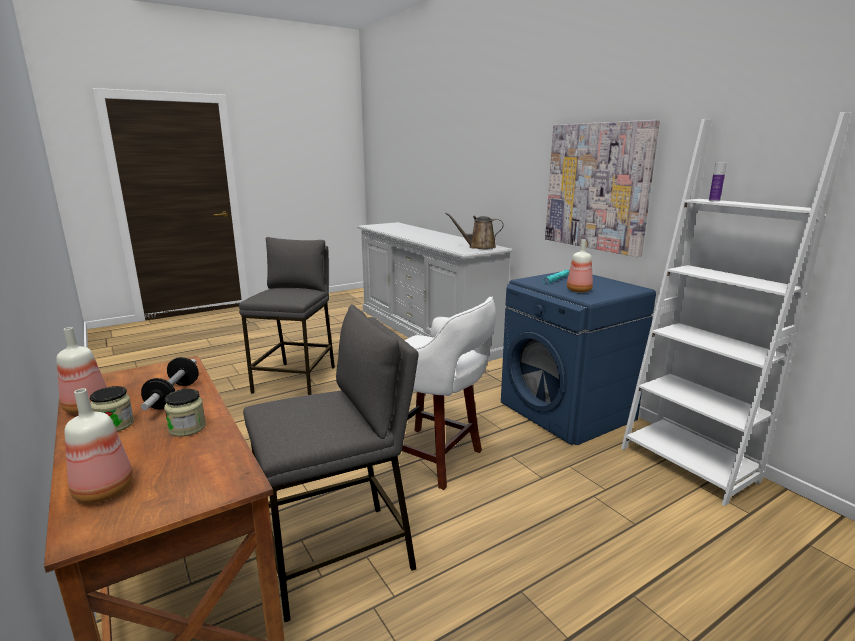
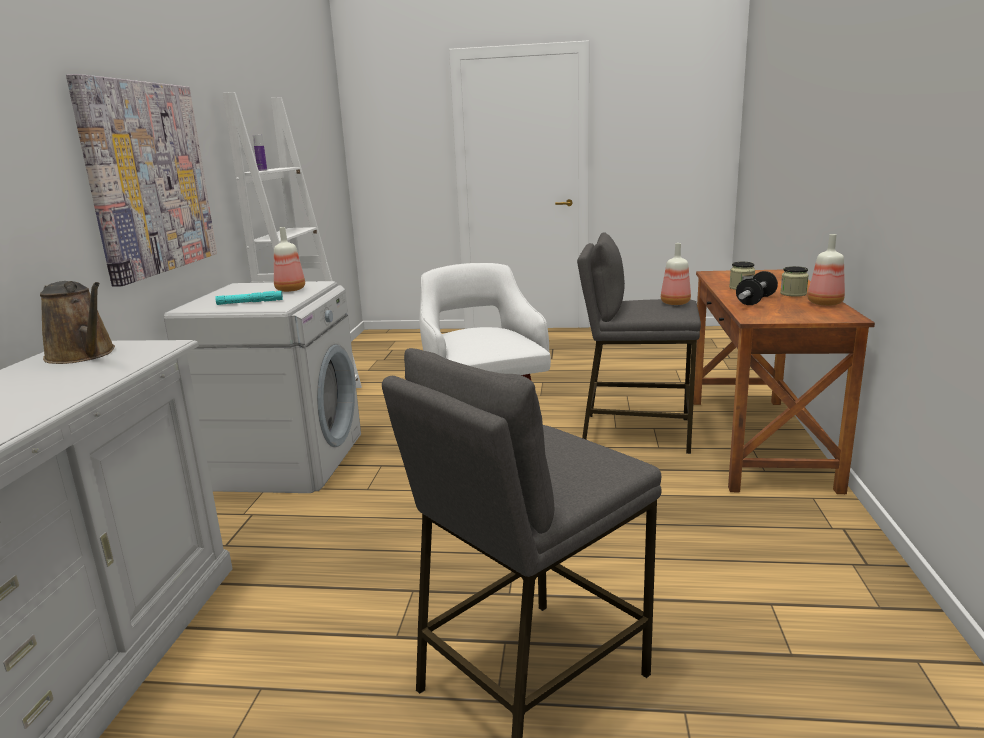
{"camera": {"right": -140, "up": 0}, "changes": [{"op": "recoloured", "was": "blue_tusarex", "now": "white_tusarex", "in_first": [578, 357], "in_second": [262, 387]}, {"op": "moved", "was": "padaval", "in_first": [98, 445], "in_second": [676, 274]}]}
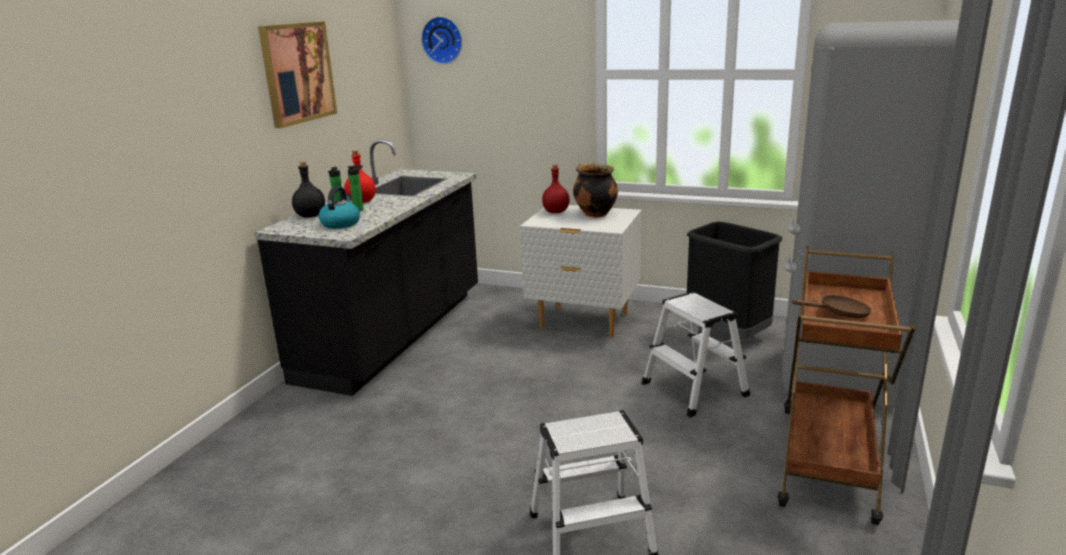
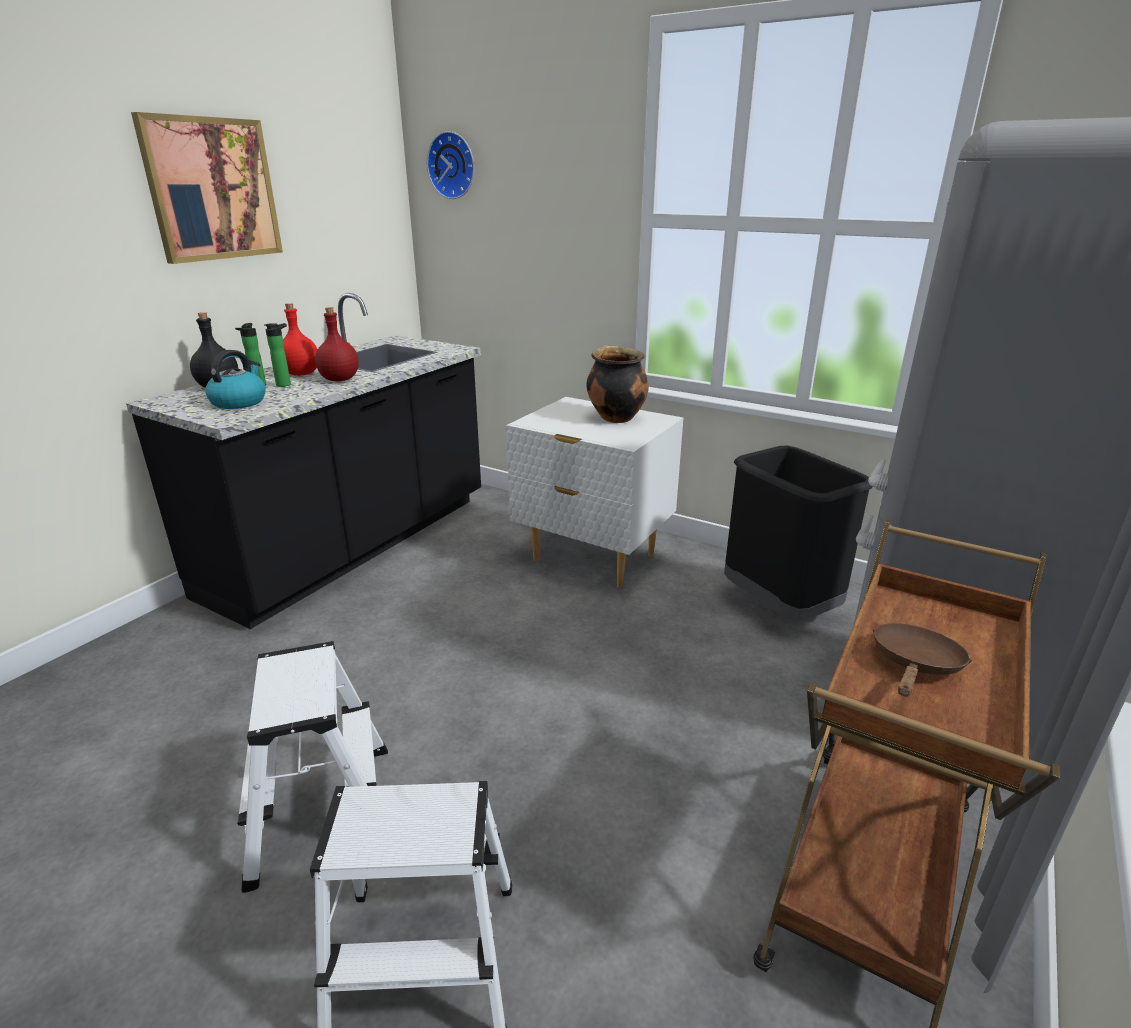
{"camera": {"right": 10, "up": 5}, "changes": [{"op": "moved", "was": "red_padaval", "in_first": [556, 188], "in_second": [337, 344]}, {"op": "moved", "was": "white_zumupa", "in_first": [696, 354], "in_second": [312, 767]}, {"op": "turned", "was": "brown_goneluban", "in_first": [831, 306], "in_second": [922, 660], "clockwise": -60}]}
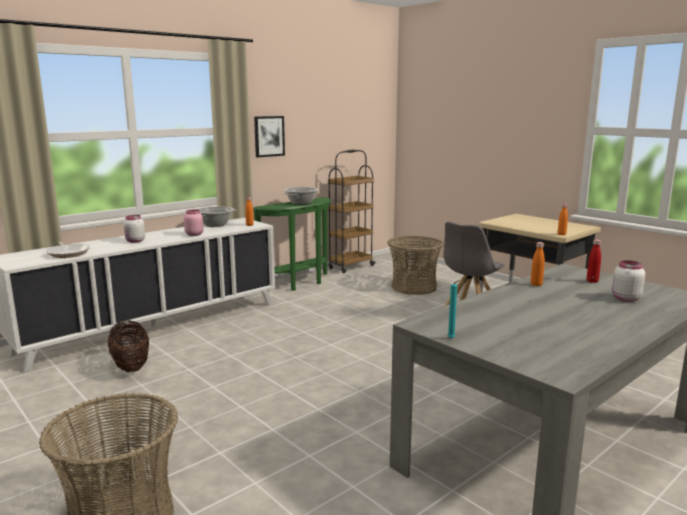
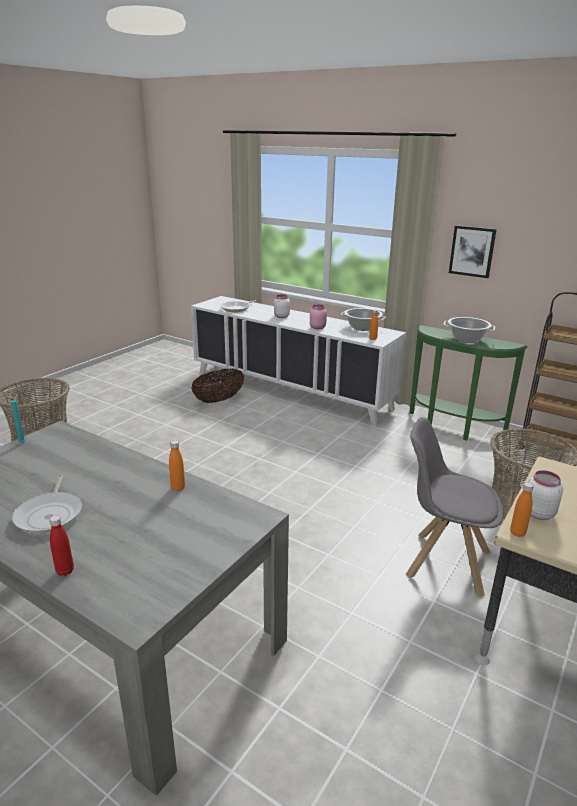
{"camera": {"right": 75, "up": 10}, "changes": [{"op": "moved", "was": "red_padaval", "in_first": [594, 261], "in_second": [61, 545]}, {"op": "moved", "was": "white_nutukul", "in_first": [628, 281], "in_second": [545, 495]}, {"op": "added", "now": "goneluban", "in_second": [47, 504]}]}
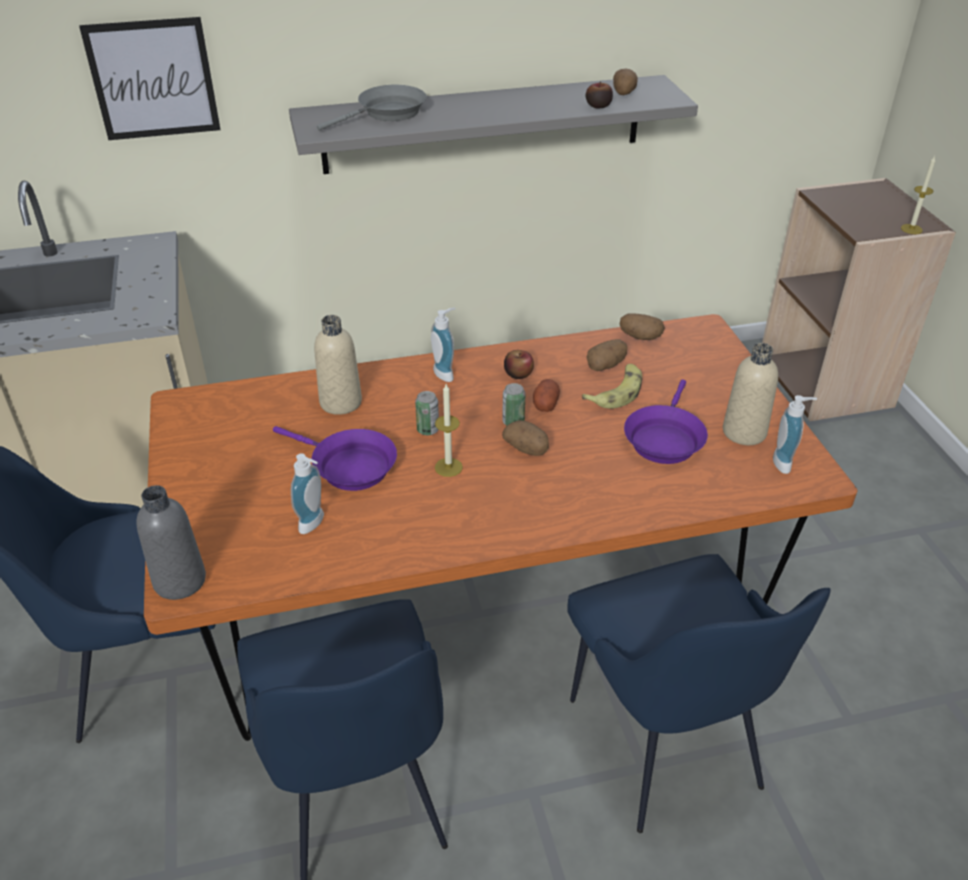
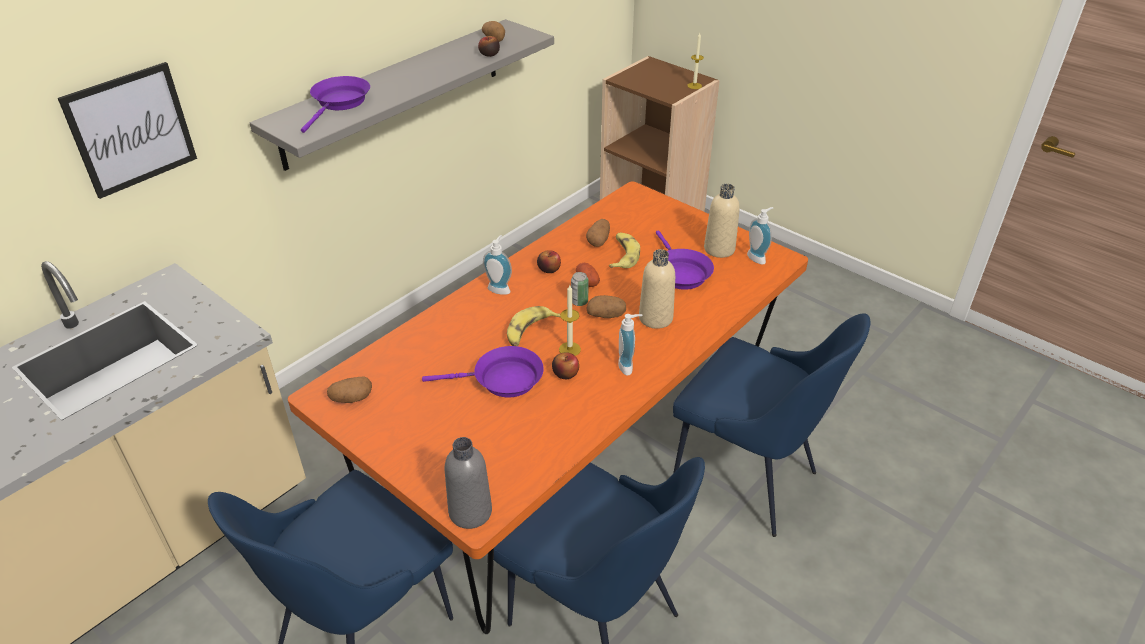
{"camera": {"right": -35, "up": 0}, "changes": [{"op": "recoloured", "was": "grey_goneluban", "now": "purple_goneluban", "in_first": [372, 108], "in_second": [335, 104]}, {"op": "moved", "was": "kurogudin", "in_first": [642, 326], "in_second": [349, 389]}, {"op": "moved", "was": "beige_padaval", "in_first": [338, 365], "in_second": [657, 289]}, {"op": "replaced", "was": "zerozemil", "now": "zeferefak", "in_first": [427, 413], "in_second": [533, 326]}, {"op": "moved", "was": "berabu", "in_first": [307, 493], "in_second": [630, 344]}, {"op": "added", "now": "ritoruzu", "in_second": [565, 365]}]}
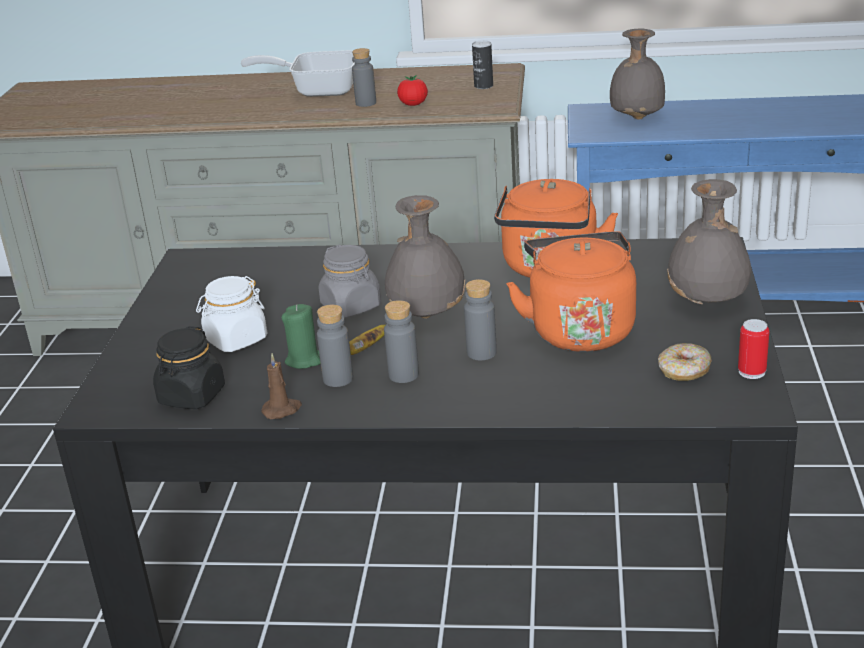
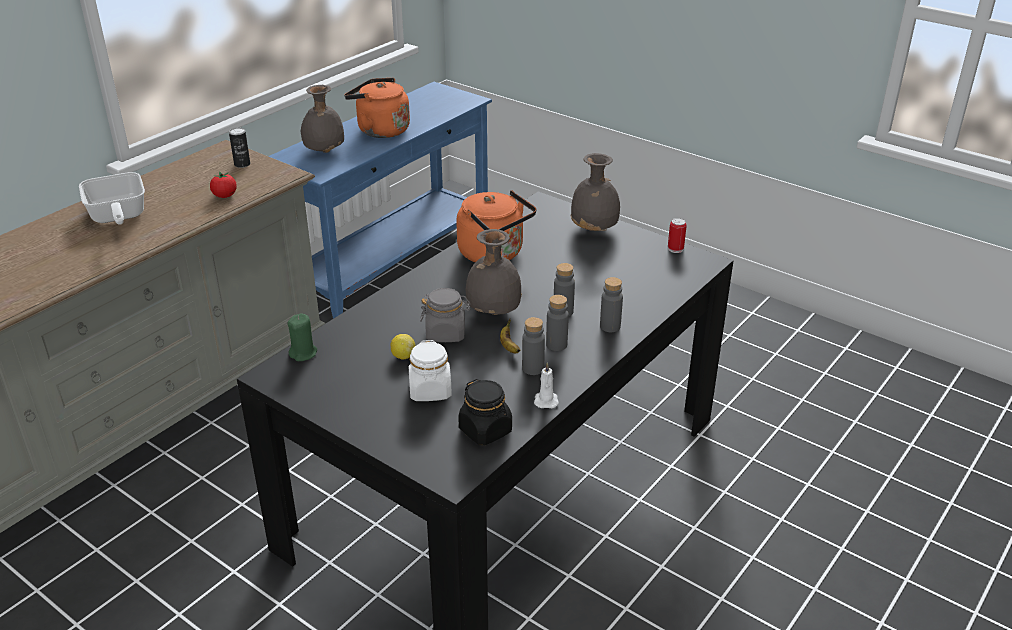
{"camera": {"right": -60, "up": 5}, "changes": [{"op": "moved", "was": "grey_padaval", "in_first": [364, 77], "in_second": [611, 304]}, {"op": "turned", "was": "goneluban", "in_first": [298, 73], "in_second": [112, 198], "clockwise": -60}, {"op": "moved", "was": "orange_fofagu", "in_first": [571, 291], "in_second": [377, 108]}, {"op": "moved", "was": "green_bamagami", "in_first": [301, 336], "in_second": [302, 337]}, {"op": "removed", "was": "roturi", "in_first": [685, 362]}, {"op": "recoloured", "was": "brown_bamagami", "now": "white_bamagami", "in_first": [281, 386], "in_second": [546, 385]}, {"op": "added", "now": "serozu", "in_second": [403, 347]}]}
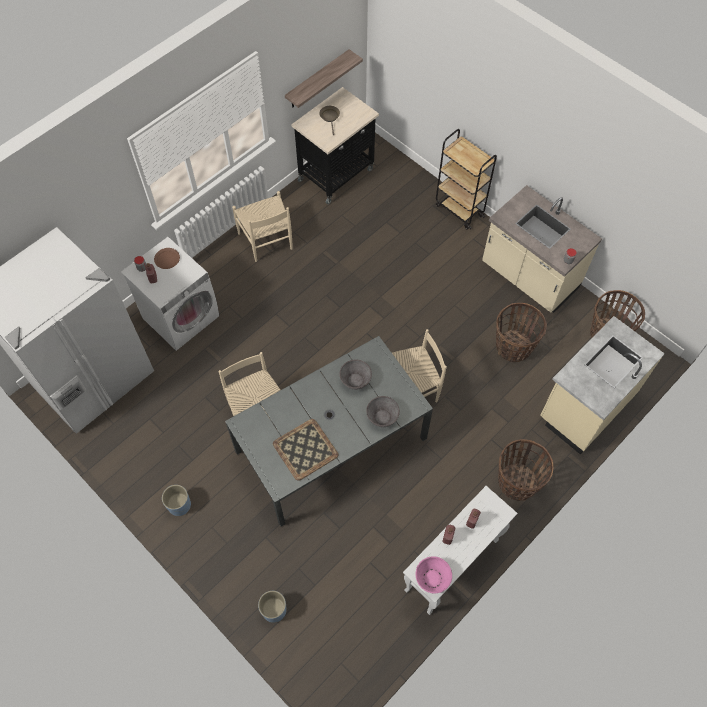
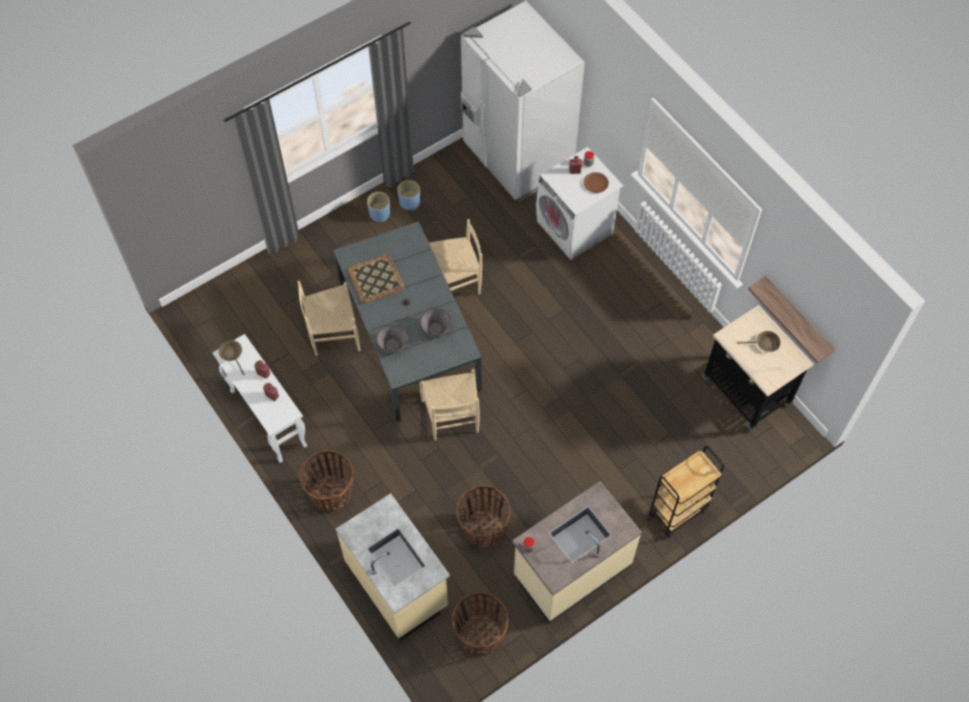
{"camera": {"right": 100, "up": 0}, "changes": [{"op": "moved", "was": "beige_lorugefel", "in_first": [262, 226], "in_second": [329, 318]}, {"op": "replaced", "was": "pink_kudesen", "now": "brown_goneluban", "in_first": [434, 574], "in_second": [232, 357]}, {"op": "moved", "was": "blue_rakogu", "in_first": [272, 607], "in_second": [408, 195]}]}
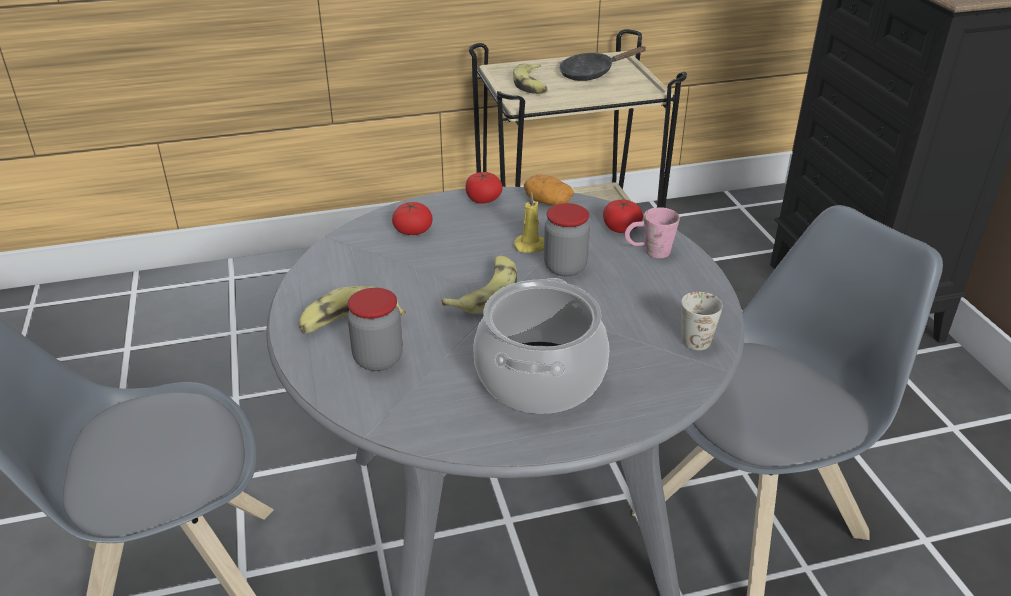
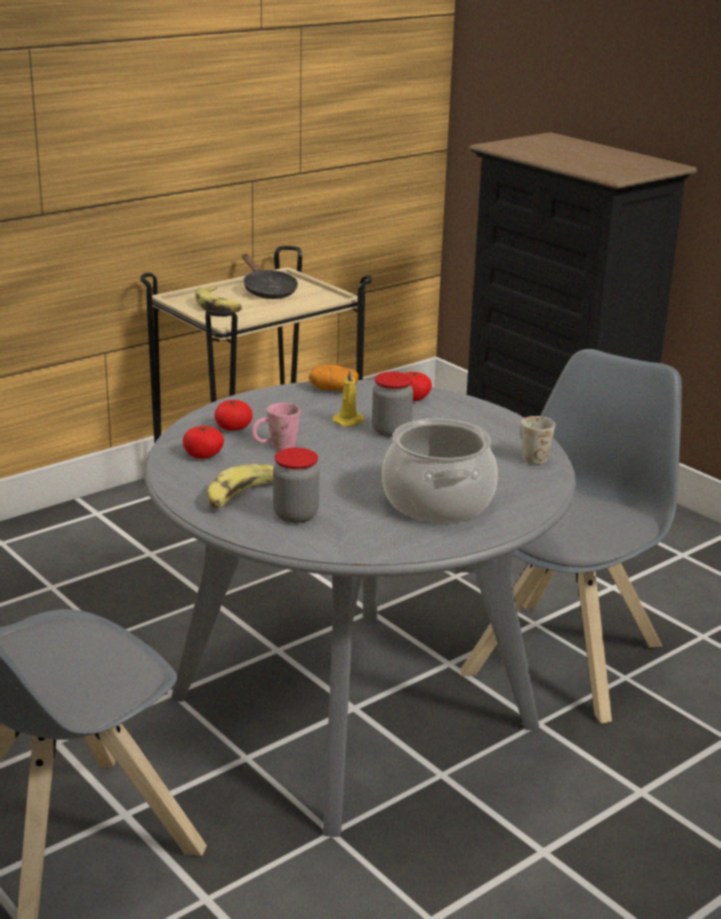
{"camera": {"right": -25, "up": -10}, "changes": [{"op": "turned", "was": "black_goneluban", "in_first": [603, 63], "in_second": [270, 276], "clockwise": -75}, {"op": "moved", "was": "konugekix", "in_first": [484, 187], "in_second": [203, 442]}, {"op": "moved", "was": "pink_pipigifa", "in_first": [652, 232], "in_second": [276, 426]}, {"op": "removed", "was": "zeferefak", "in_first": [479, 284]}]}
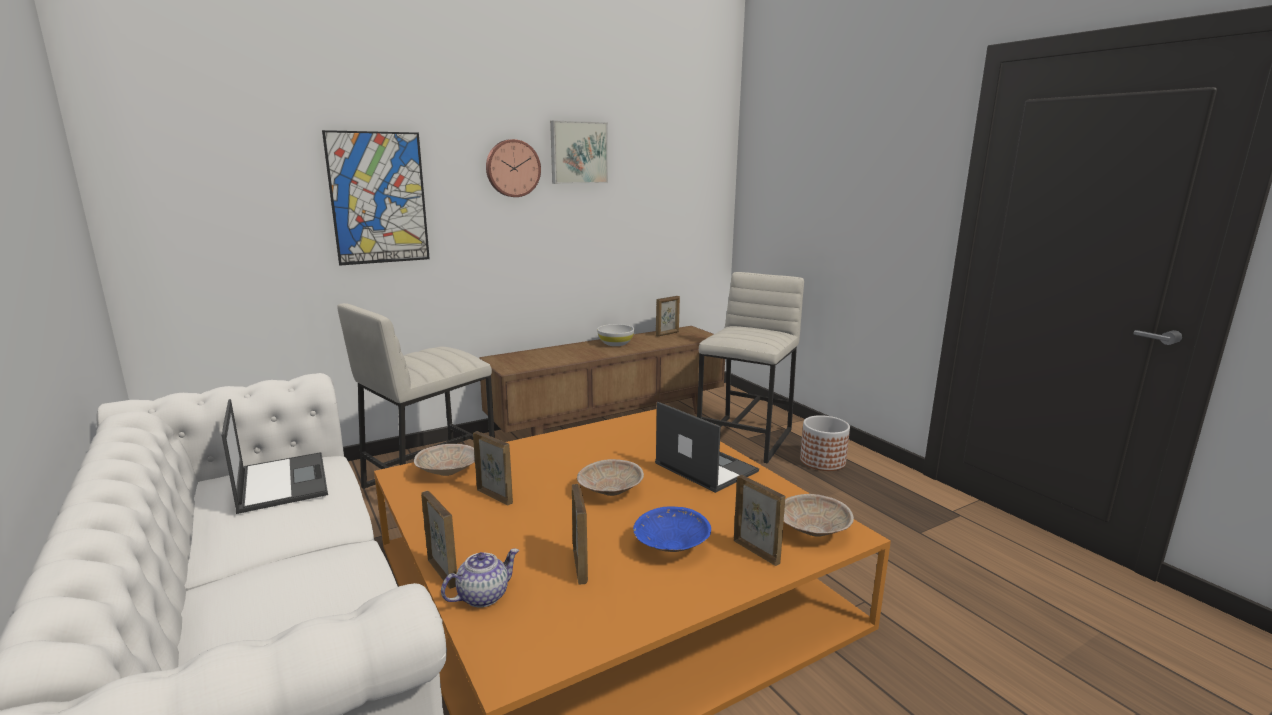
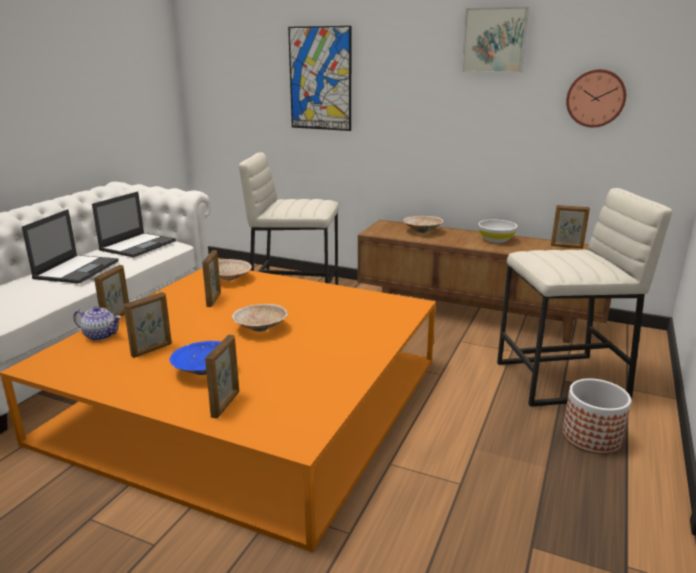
{"camera": {"right": 55, "up": 5}, "changes": [{"op": "moved", "was": "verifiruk", "in_first": [513, 168], "in_second": [596, 98]}, {"op": "moved", "was": "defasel", "in_first": [707, 447], "in_second": [70, 246]}, {"op": "moved", "was": "beige_kudesen", "in_first": [819, 515], "in_second": [423, 224]}]}
